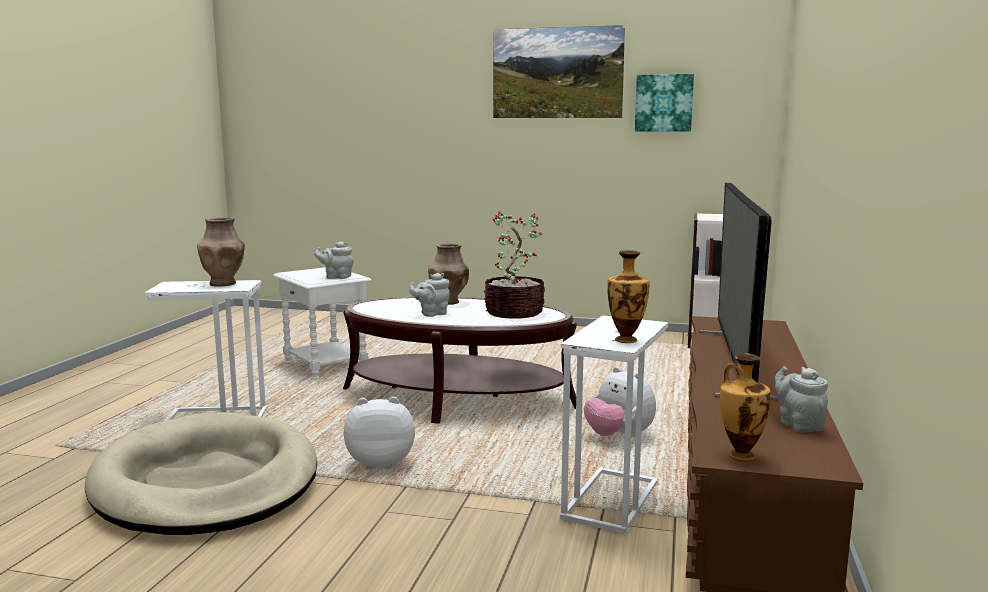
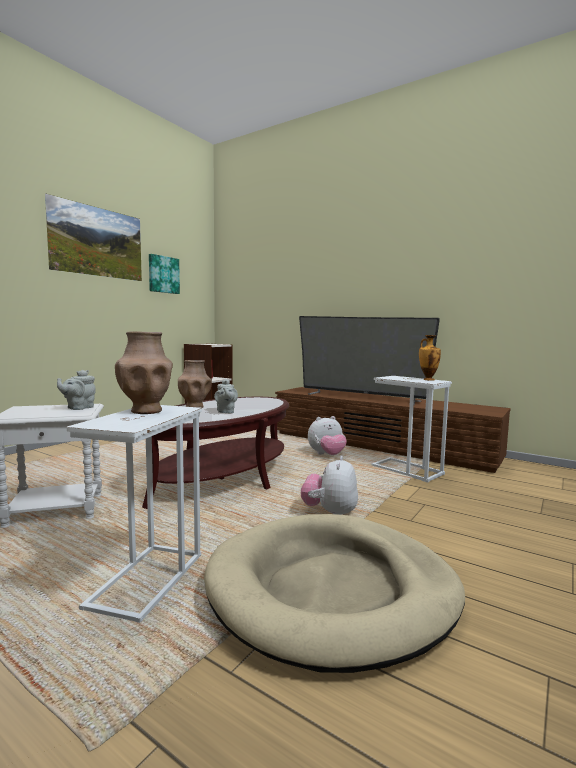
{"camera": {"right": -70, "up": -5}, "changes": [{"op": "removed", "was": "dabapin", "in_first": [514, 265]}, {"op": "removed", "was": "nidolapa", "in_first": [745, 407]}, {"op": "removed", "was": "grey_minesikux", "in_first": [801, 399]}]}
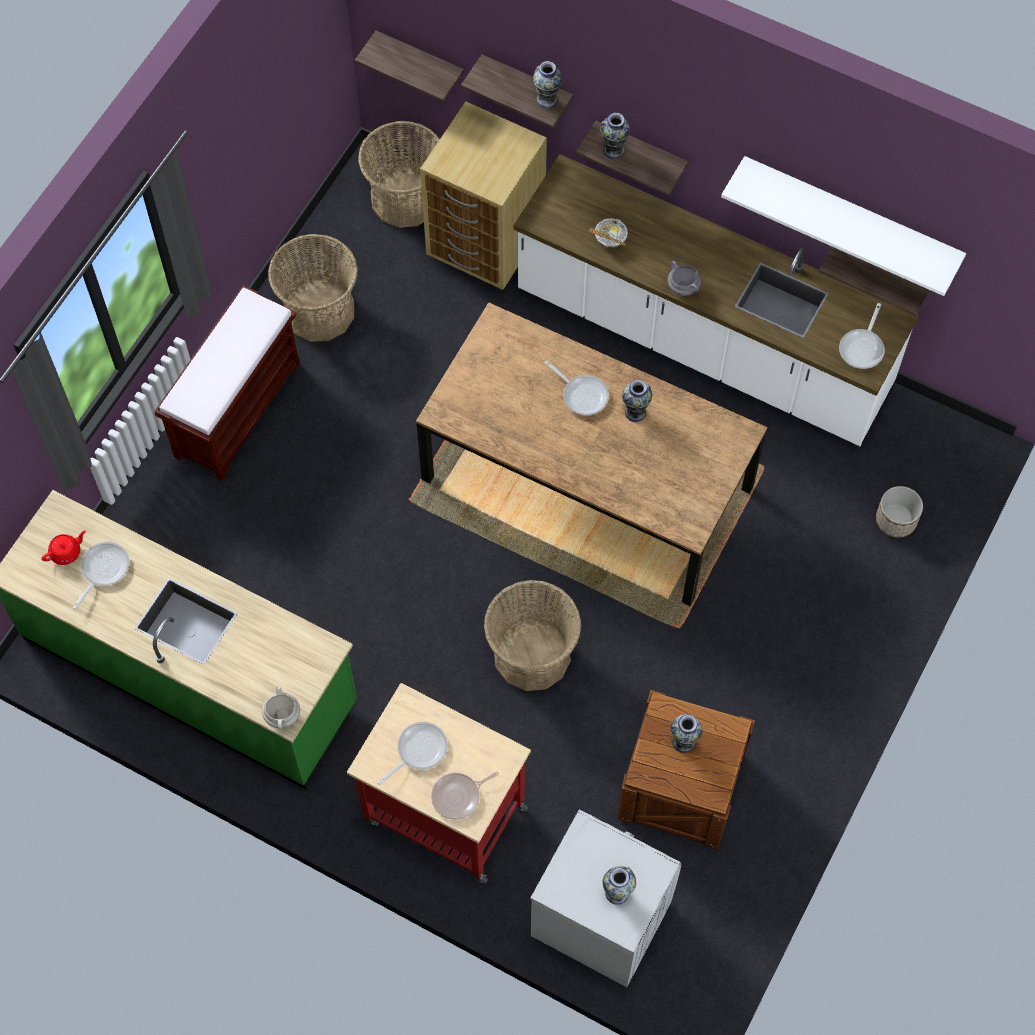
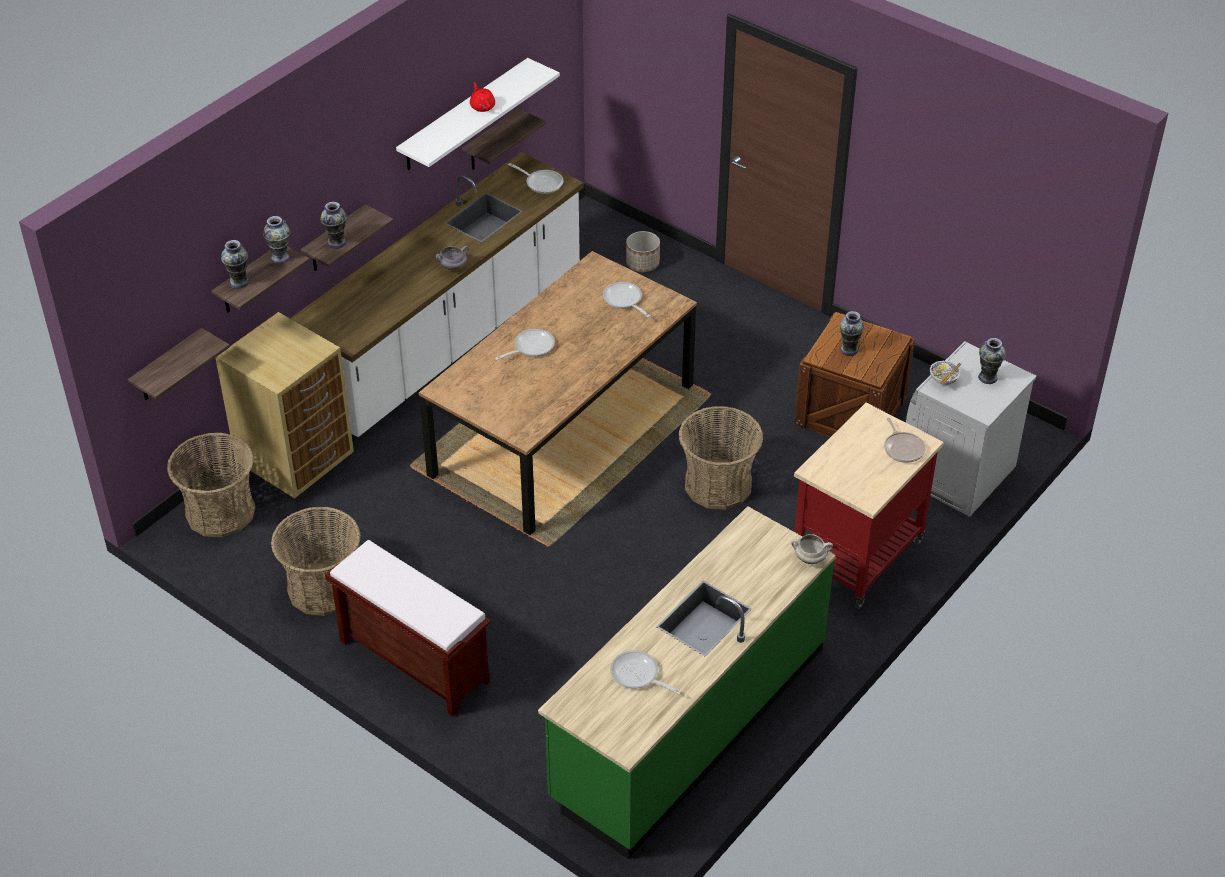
{"camera": {"right": -80, "up": -20}, "changes": [{"op": "moved", "was": "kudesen", "in_first": [608, 233], "in_second": [945, 373]}, {"op": "moved", "was": "nidolapa", "in_first": [637, 401], "in_second": [235, 264]}, {"op": "moved", "was": "red_minesikux", "in_first": [63, 548], "in_second": [482, 97]}, {"op": "moved", "was": "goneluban", "in_first": [412, 753], "in_second": [626, 299]}]}
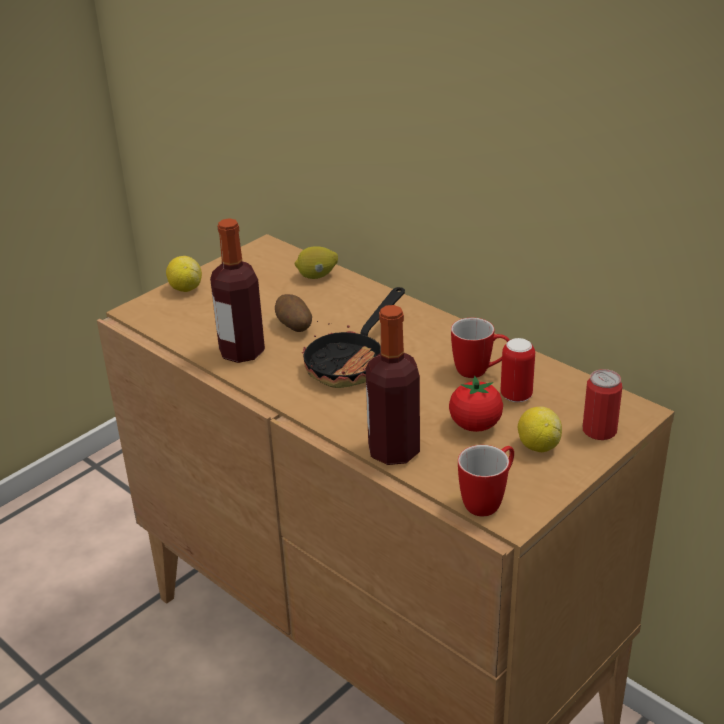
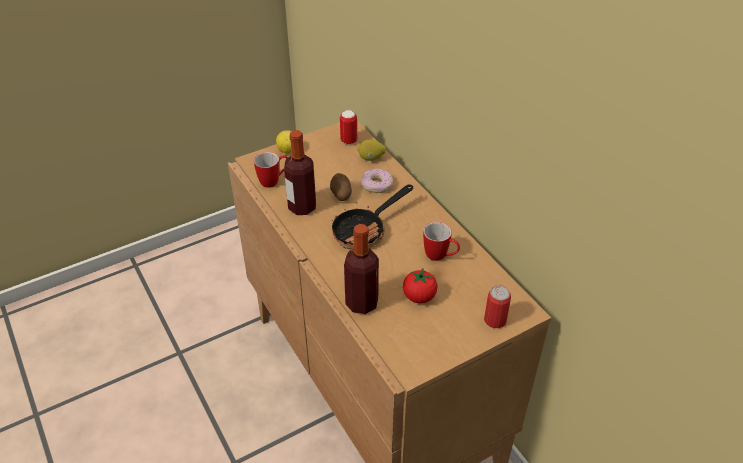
{"camera": {"right": 15, "up": 10}, "changes": [{"op": "moved", "was": "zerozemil", "in_first": [518, 370], "in_second": [348, 127]}, {"op": "removed", "was": "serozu", "in_first": [540, 429]}, {"op": "moved", "was": "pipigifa", "in_first": [486, 480], "in_second": [271, 170]}, {"op": "added", "now": "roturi", "in_second": [377, 181]}]}
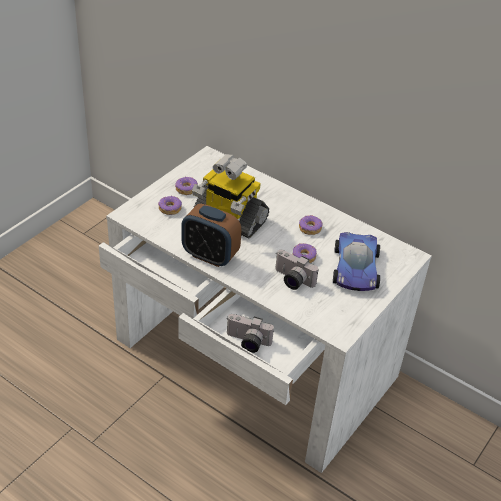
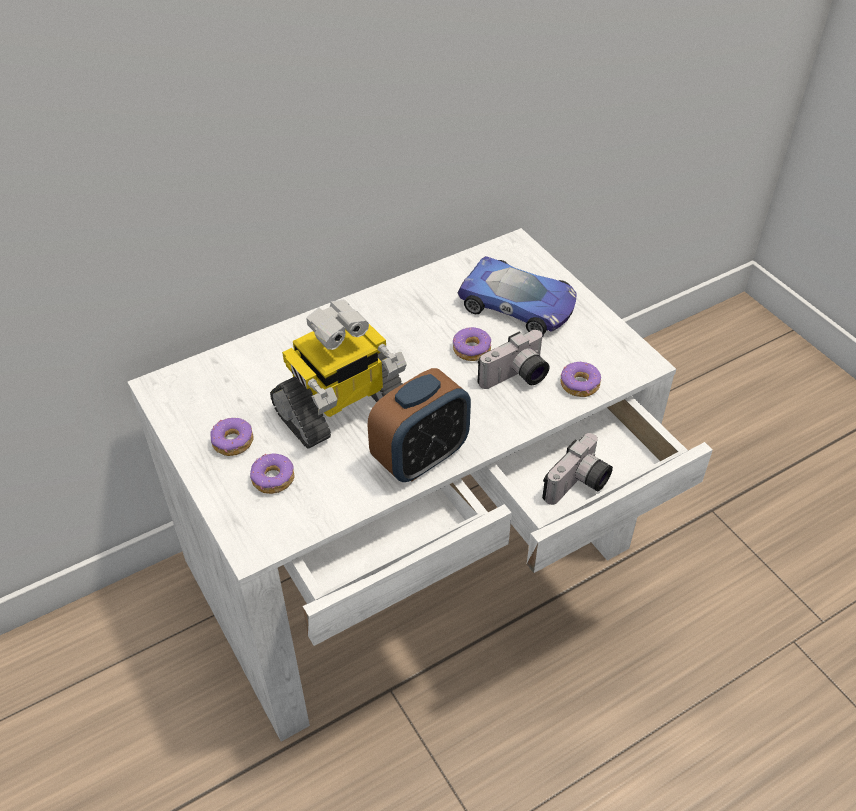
{"camera": {"right": -65, "up": 5}, "changes": [{"op": "moved", "was": "roturi", "in_first": [310, 225], "in_second": [581, 379]}]}
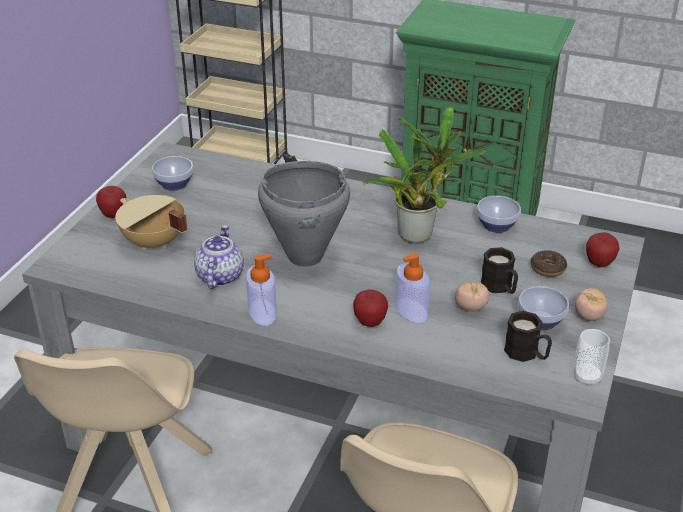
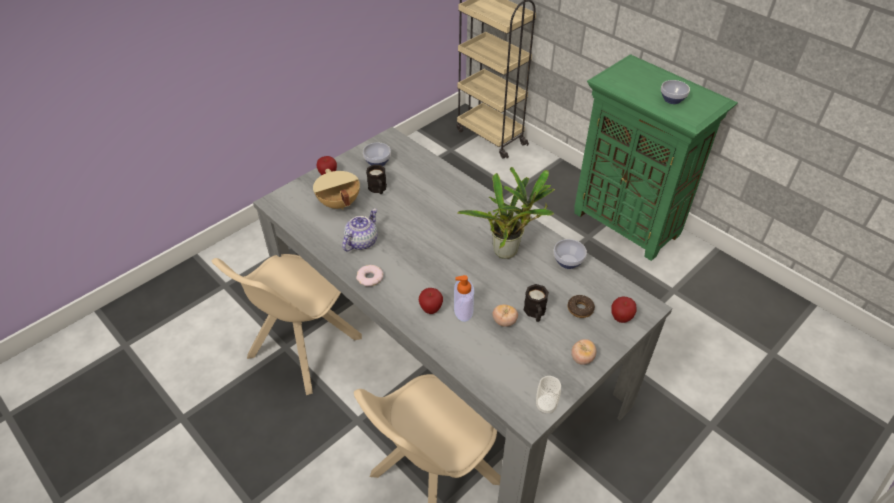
{"camera": {"right": 25, "up": 10}, "changes": [{"op": "removed", "was": "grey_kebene", "in_first": [304, 214]}, {"op": "replaced", "was": "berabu", "now": "roturi", "in_first": [261, 290], "in_second": [369, 275]}, {"op": "moved", "was": "kudesen", "in_first": [543, 308], "in_second": [675, 92]}, {"op": "moved", "was": "black_pipigifa", "in_first": [528, 336], "in_second": [376, 179]}]}
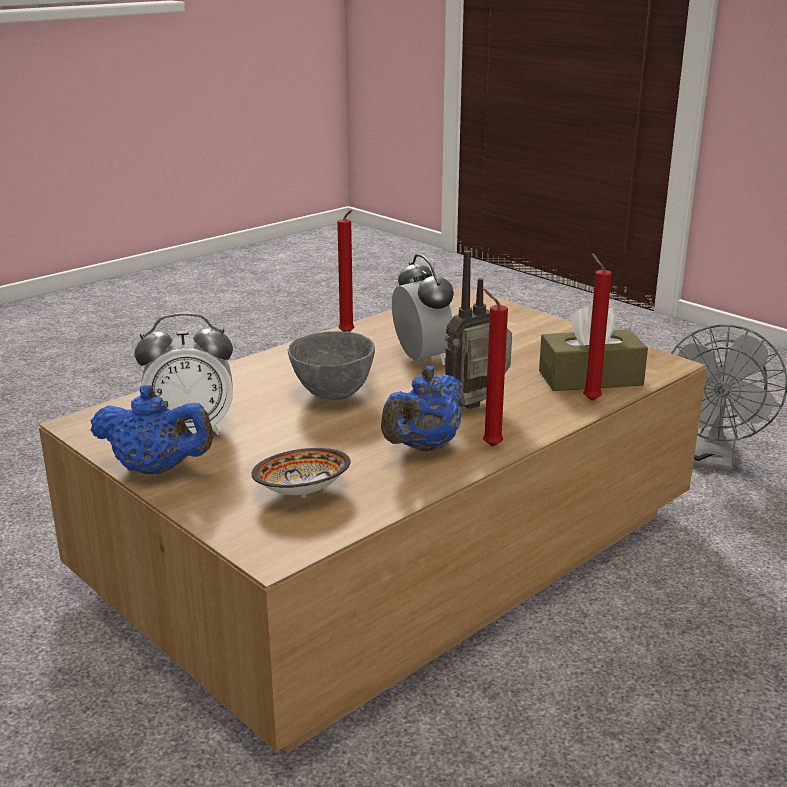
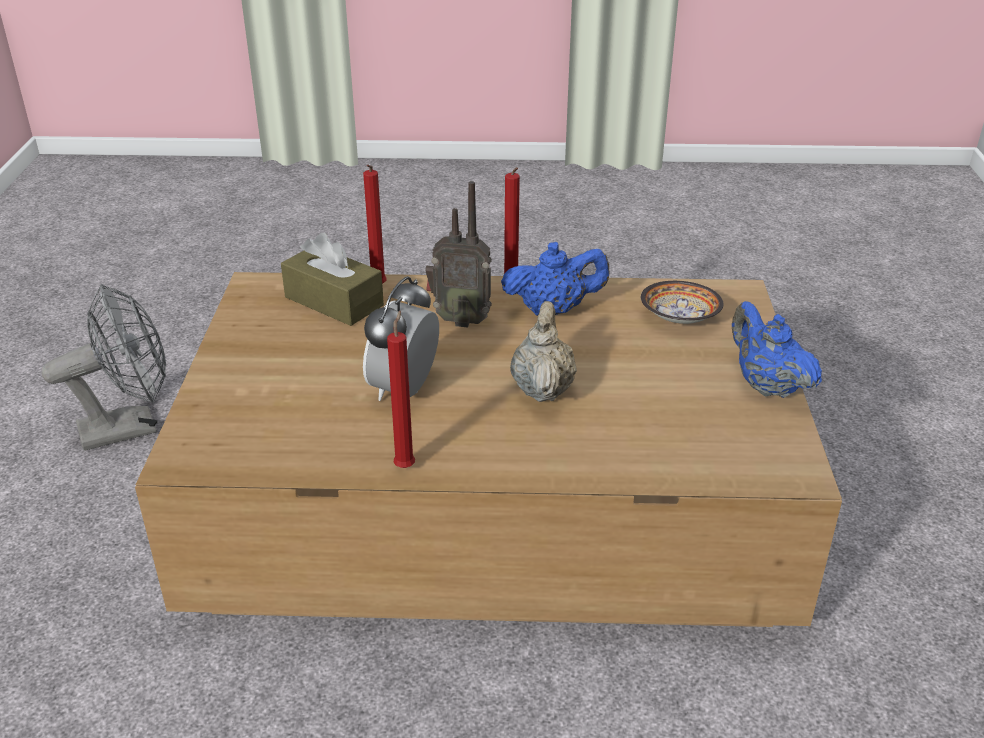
{"camera": {"right": -135, "up": 10}, "changes": [{"op": "removed", "was": "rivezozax", "in_first": [183, 374]}, {"op": "replaced", "was": "grey_kudesen", "now": "beige_minesikux", "in_first": [331, 365], "in_second": [543, 351]}]}
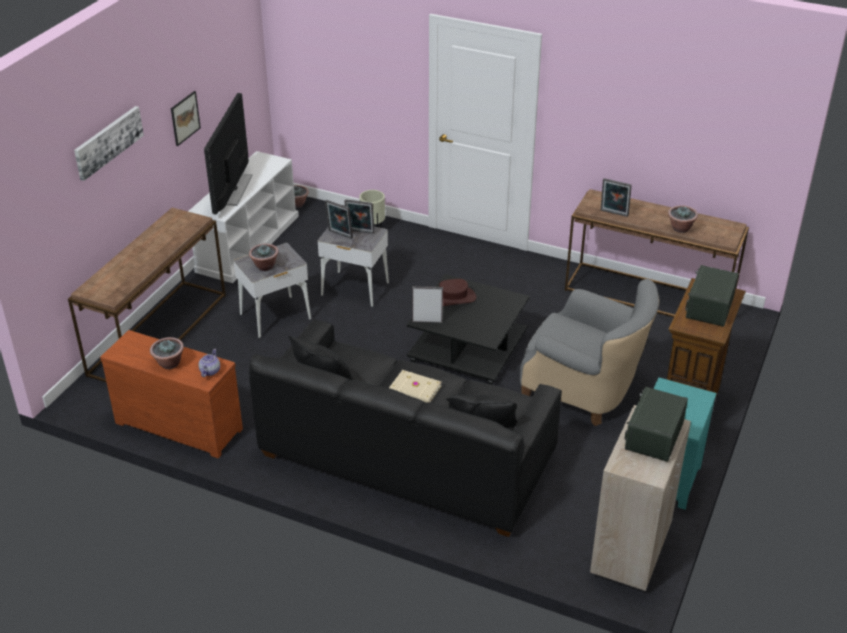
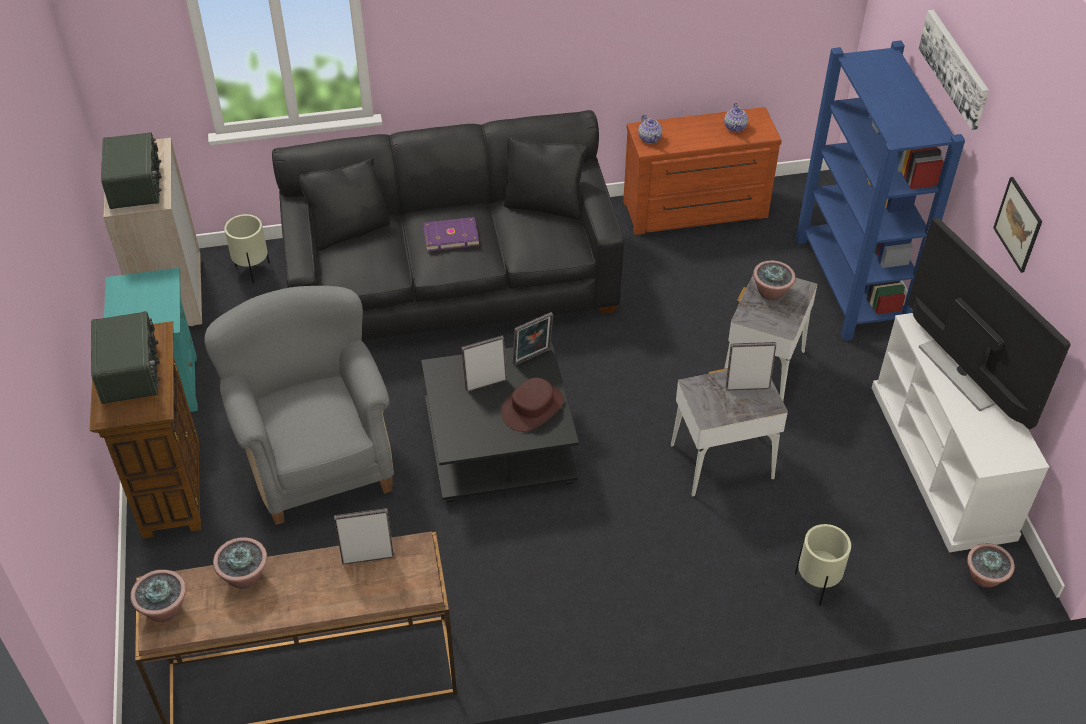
{"camera": {"right": 145, "up": 10}, "changes": [{"op": "moved", "was": "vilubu", "in_first": [359, 216], "in_second": [484, 364]}, {"op": "replaced", "was": "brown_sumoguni", "now": "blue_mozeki", "in_first": [147, 295], "in_second": [880, 190]}, {"op": "turned", "was": "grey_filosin", "in_first": [589, 352], "in_second": [299, 405], "clockwise": 75}, {"op": "moved", "was": "dabapin", "in_first": [167, 353], "in_second": [158, 596]}, {"op": "recoloured", "was": "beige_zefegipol", "now": "purple_zefegipol", "in_first": [415, 386], "in_second": [451, 234]}, {"op": "added", "now": "minesikux", "in_second": [736, 118]}, {"op": "added", "now": "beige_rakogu", "in_second": [247, 248]}]}
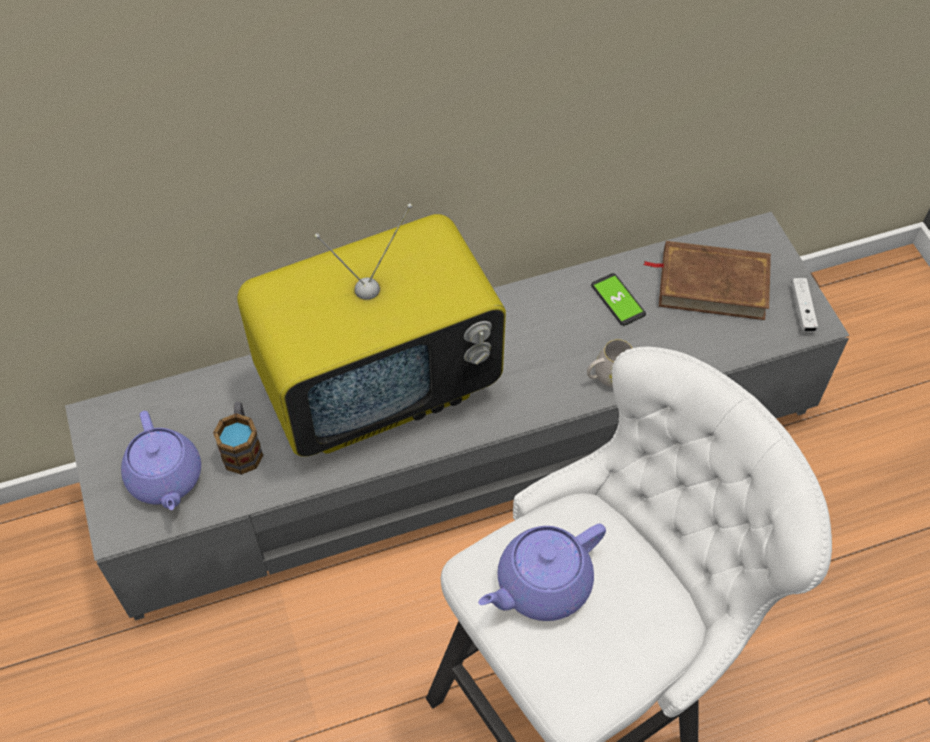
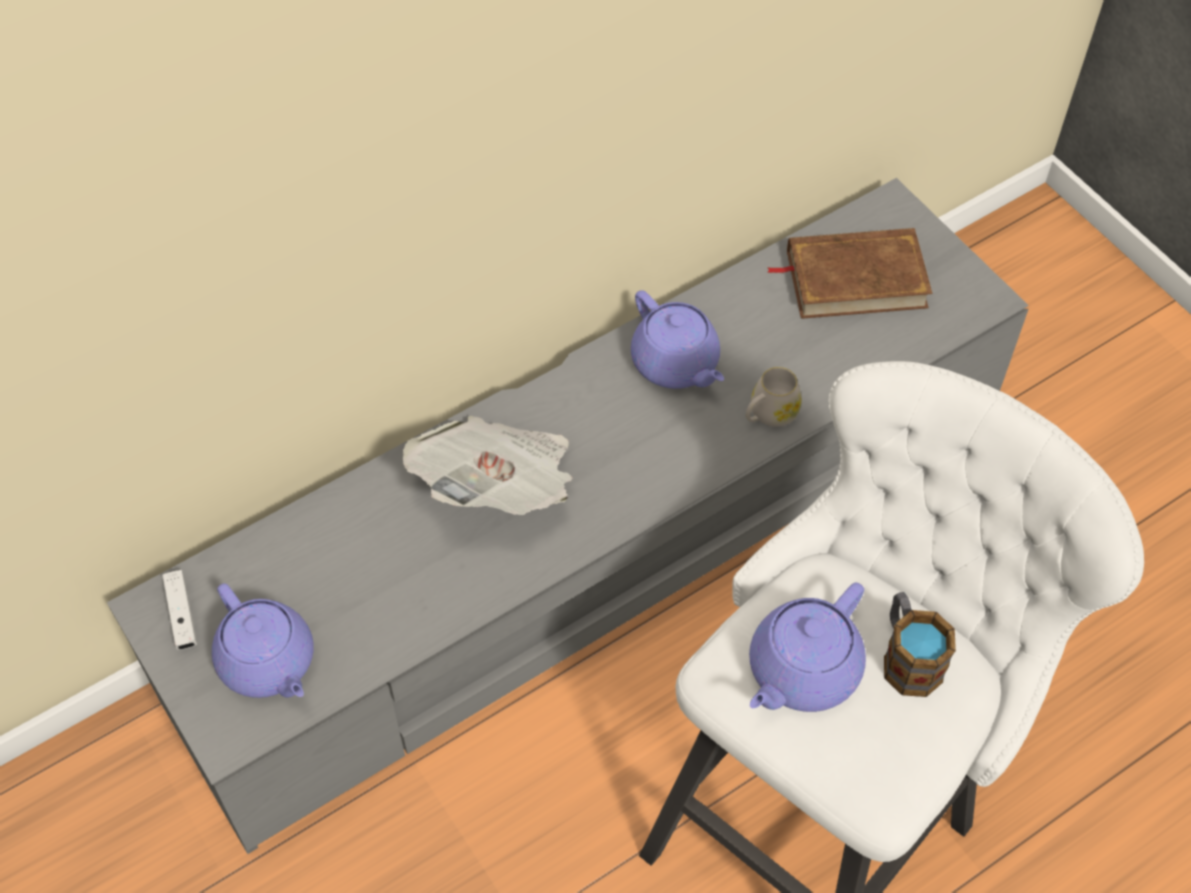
{"camera": {"right": -15, "up": 0}, "changes": [{"op": "replaced", "was": "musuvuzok", "now": "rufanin", "in_first": [371, 330], "in_second": [488, 465]}, {"op": "removed", "was": "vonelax", "in_first": [618, 299]}, {"op": "moved", "was": "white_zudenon", "in_first": [804, 305], "in_second": [179, 610]}, {"op": "moved", "was": "pipigifa", "in_first": [238, 438], "in_second": [920, 644]}, {"op": "added", "now": "purple_minesikux", "in_second": [677, 339]}]}
